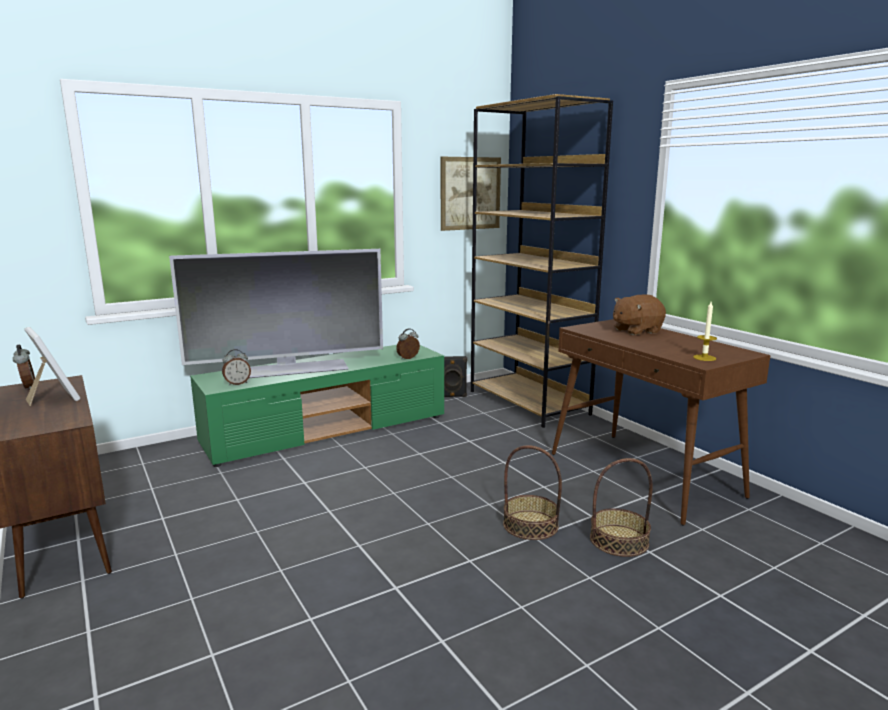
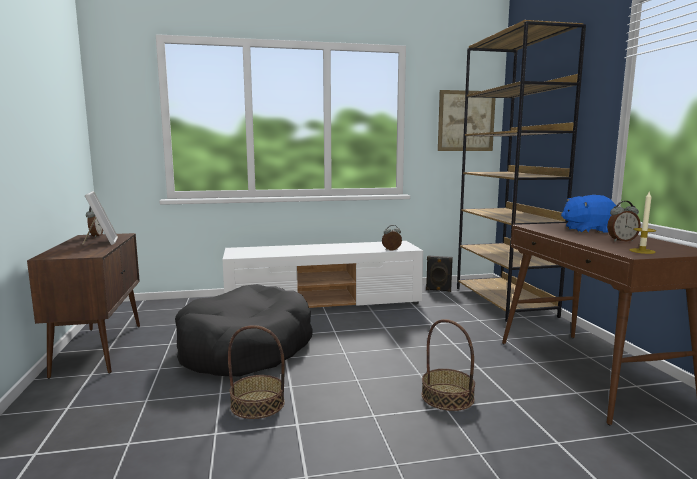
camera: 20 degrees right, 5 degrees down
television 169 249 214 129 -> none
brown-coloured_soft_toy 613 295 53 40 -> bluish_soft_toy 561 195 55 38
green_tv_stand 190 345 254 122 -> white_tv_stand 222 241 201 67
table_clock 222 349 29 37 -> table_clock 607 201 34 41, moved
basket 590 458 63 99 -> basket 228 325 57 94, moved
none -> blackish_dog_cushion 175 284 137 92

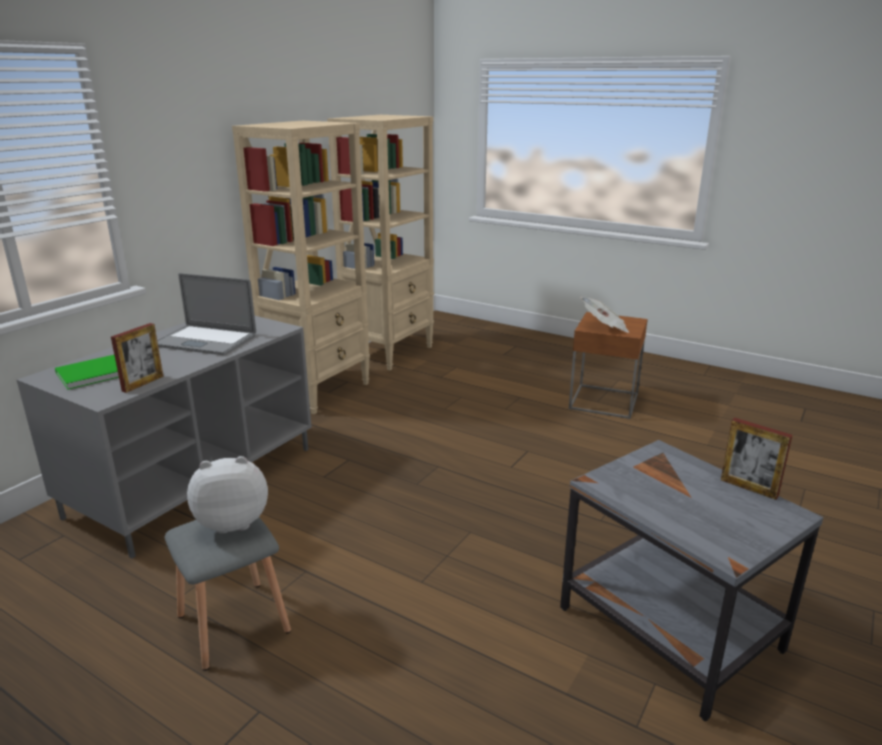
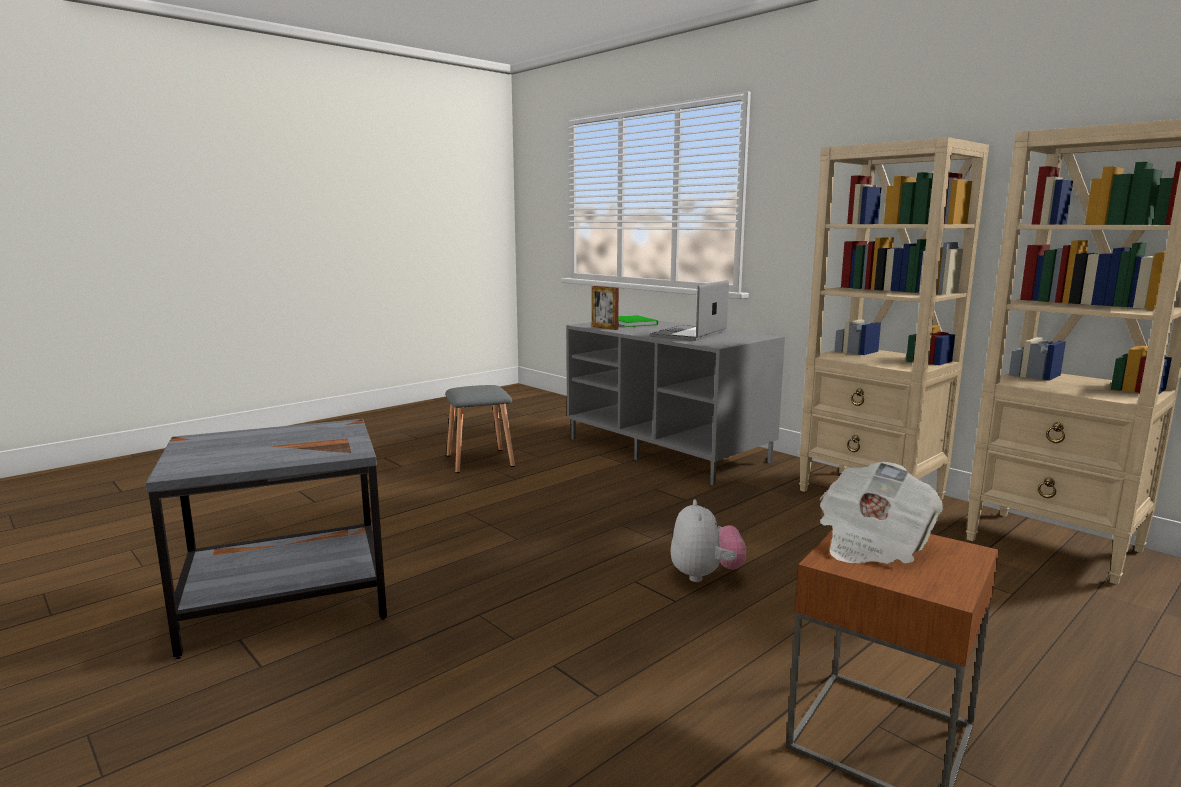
camera: 105 degrees right, 10 degrees down
standing_frame 721 418 72 82 -> none
soft_toy 187 456 81 78 -> soft_toy 671 499 75 83, moved

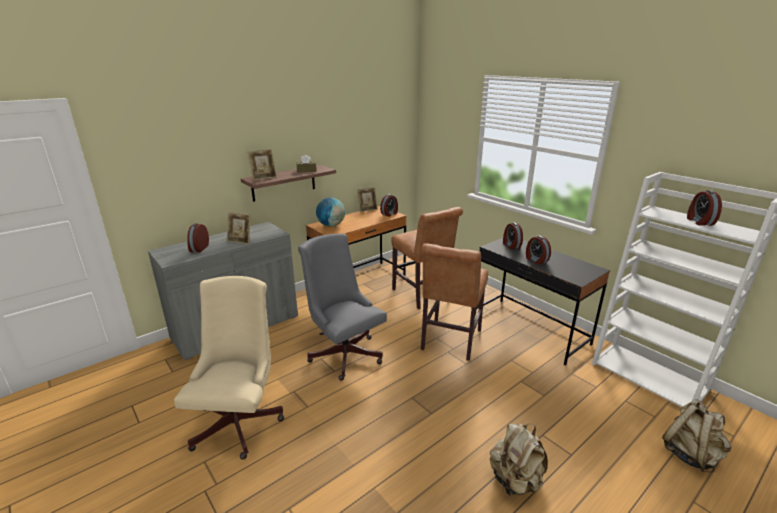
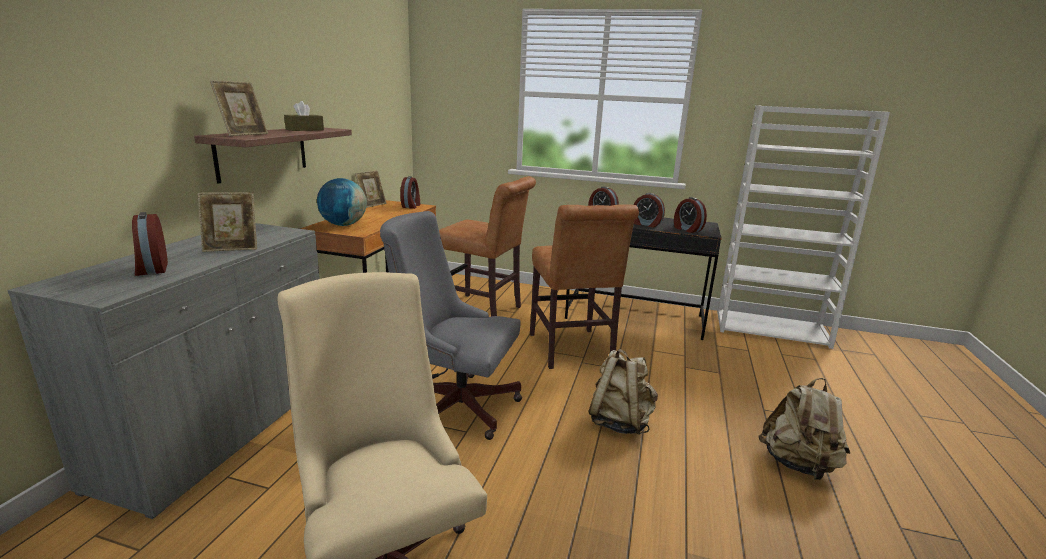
camera: 35 degrees left, 5 degrees down
table_clock 687 190 35 36 -> table_clock 674 197 33 36, moved
sand-coloured_rucksack 662 399 69 74 -> sand-coloured_rucksack 589 349 69 86, moved

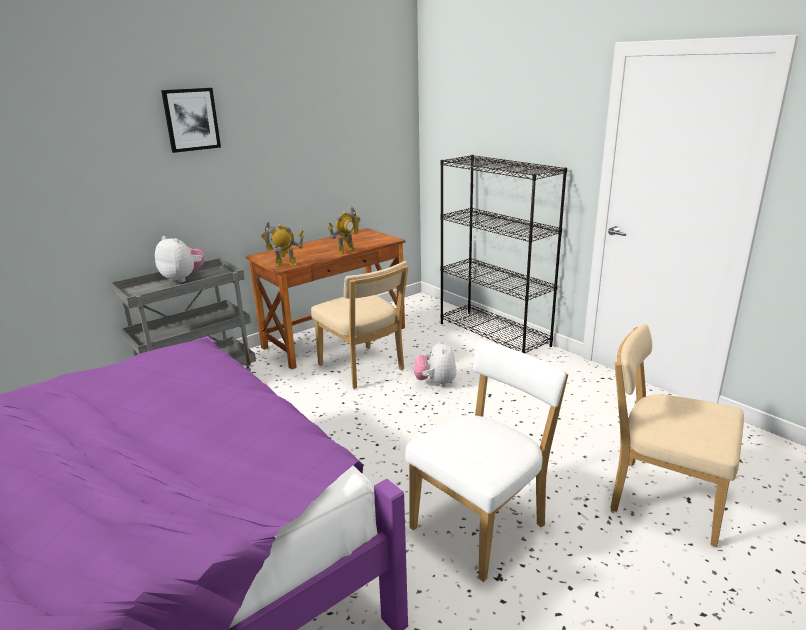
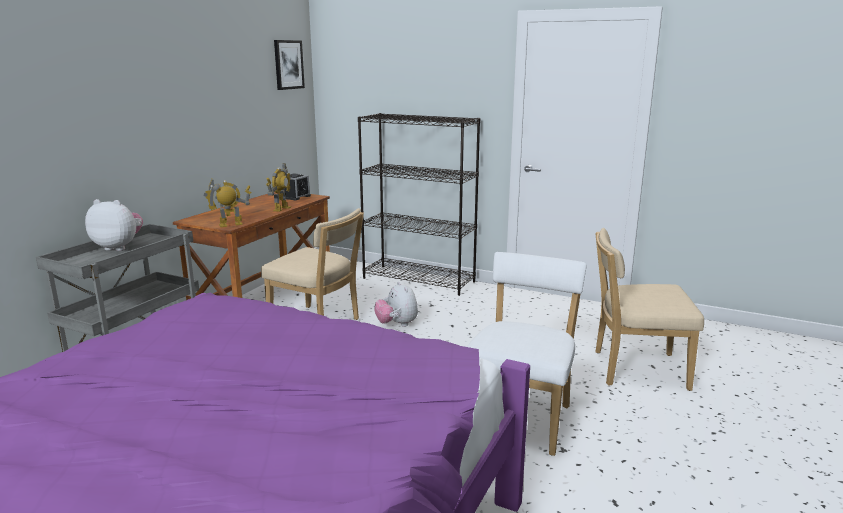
camera: 25 degrees left, 5 degrees down
picture 161 88 60 65 -> picture 274 40 31 50, moved
none -> table_clock 284 174 27 26

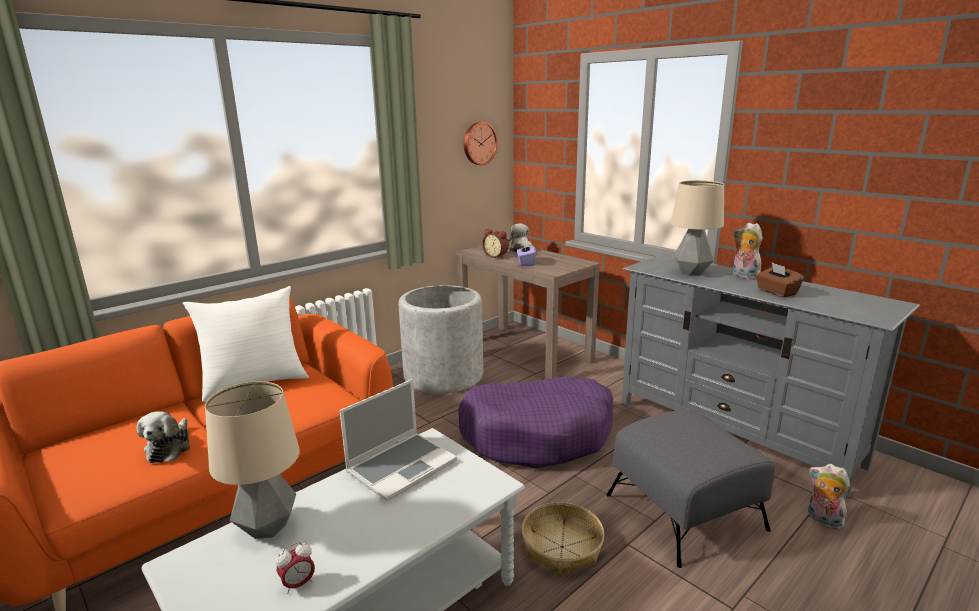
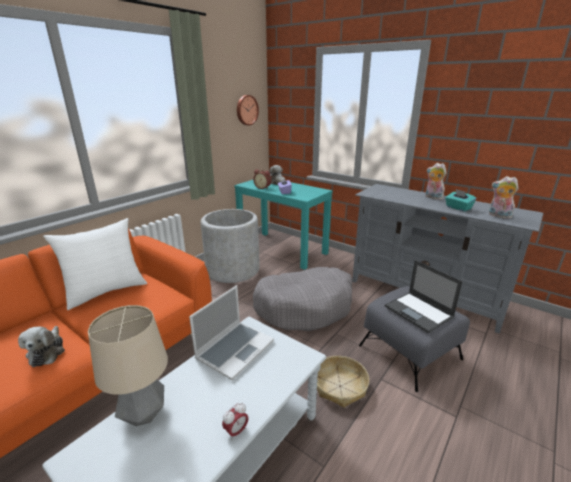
camera: 10 degrees left, 5 degrees up
table_lamp 671 180 53 96 -> none
brown-coloured_console_table 456 242 145 137 -> blue-green_console_table 234 180 99 90
brown-coloured_tissue_holder 756 263 48 34 -> blue-green_tissue_holder 445 189 31 22
purple-coloured_dog_cushion 458 376 155 92 -> grey_dog_cushion 253 267 99 64
soft_toy 808 464 42 66 -> soft_toy 489 176 30 43, moved
table_clock 275 542 40 52 -> table_clock 222 403 27 37, moved
none -> notebook_computer 385 260 78 73

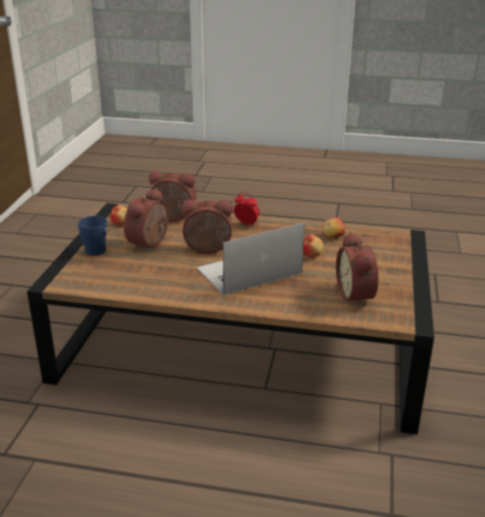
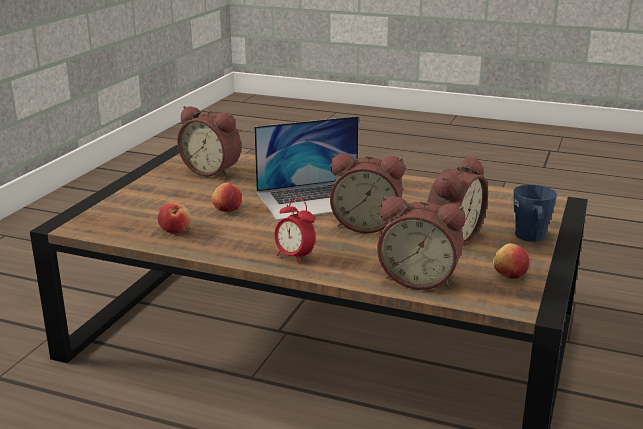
camera: 170 degrees left, 5 degrees down
table_clock 336 232 42 76 -> table_clock 177 106 64 71, 120 degrees clockwise

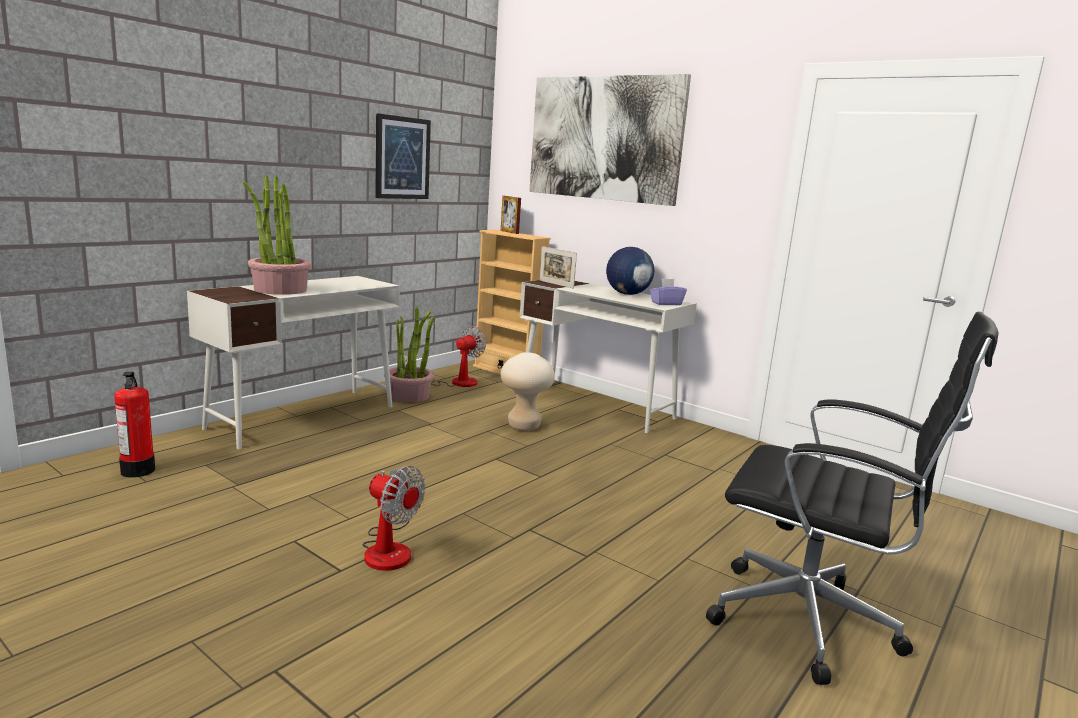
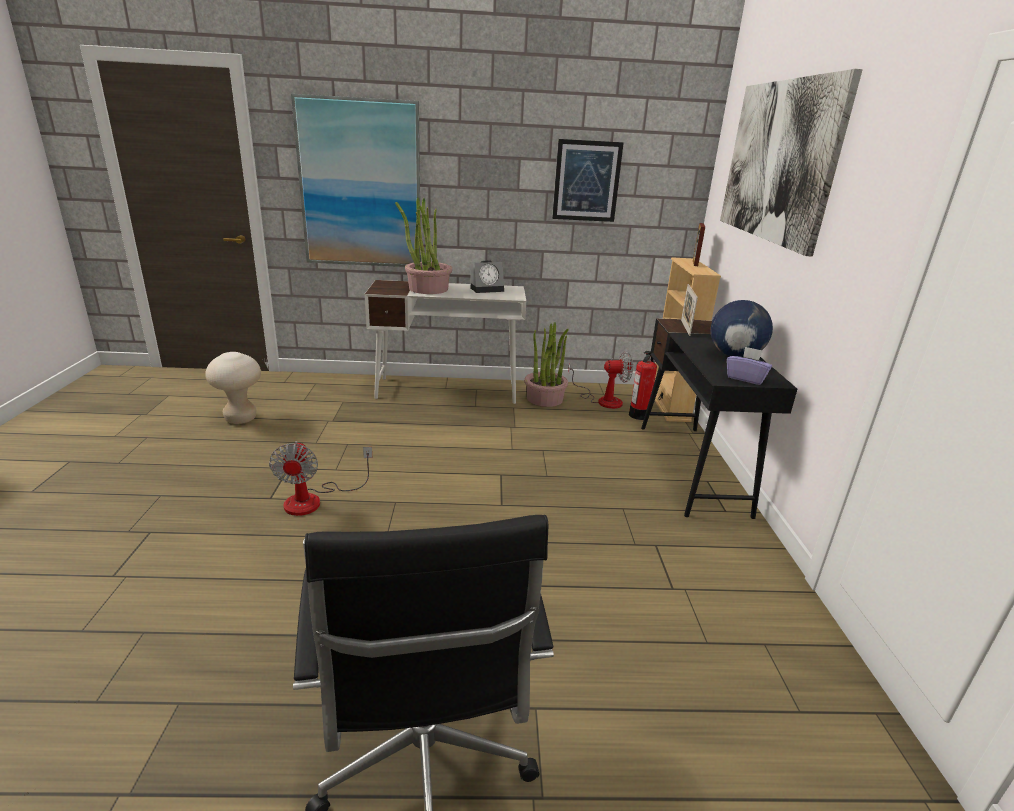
camera: 50 degrees right, 10 degrees up
white_desk_table 520 280 177 153 -> blackish_desk_table 641 318 156 201
sand-coloured_stool_seat 501 352 54 79 -> sand-coloured_stool_seat 205 352 56 72, moved
fire-fighting_cylinder 114 372 41 106 -> fire-fighting_cylinder 629 351 28 69, moved
none -> picture 291 94 130 173
none -> table_clock 470 260 34 33

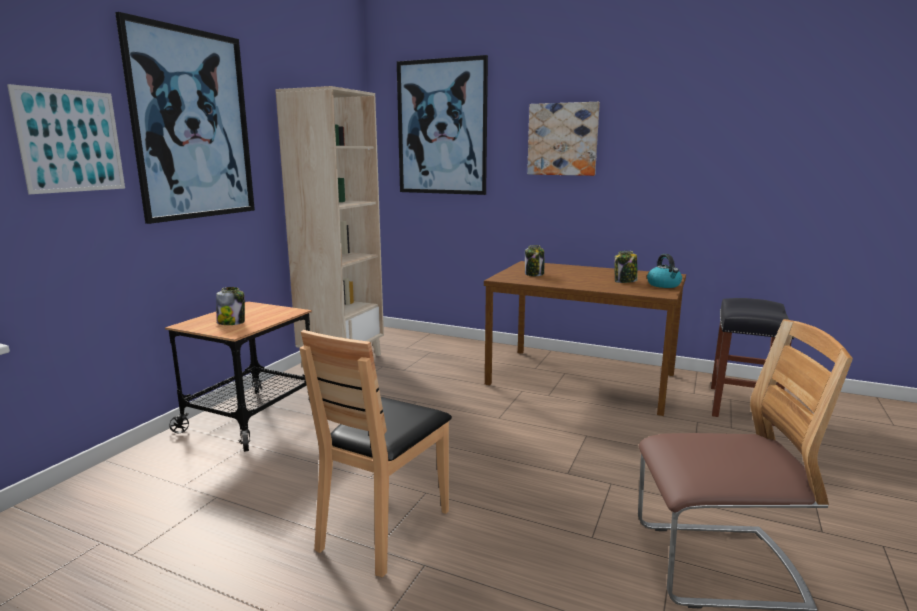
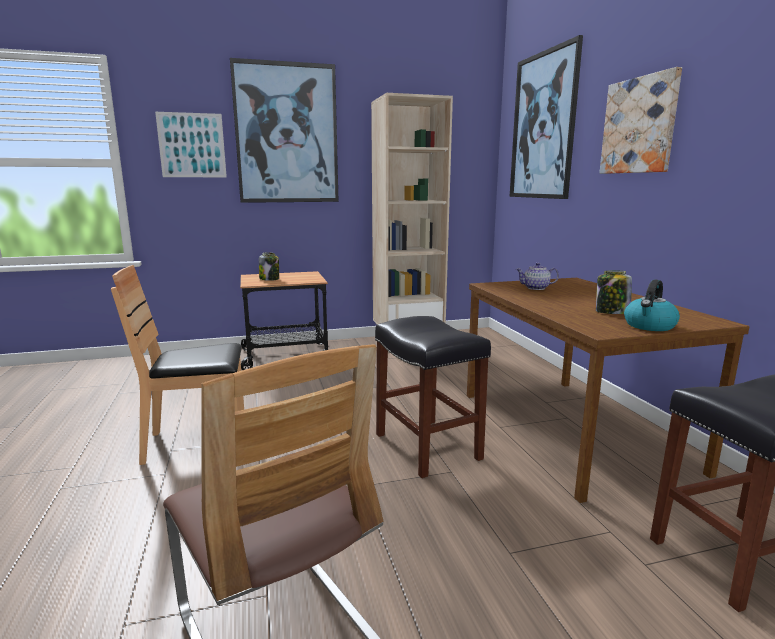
camera: 50 degrees right, 0 degrees up
storage_jar 525 245 19 31 -> pot_for_tea 516 263 43 27
none -> blackish_stool_seat 375 316 116 162

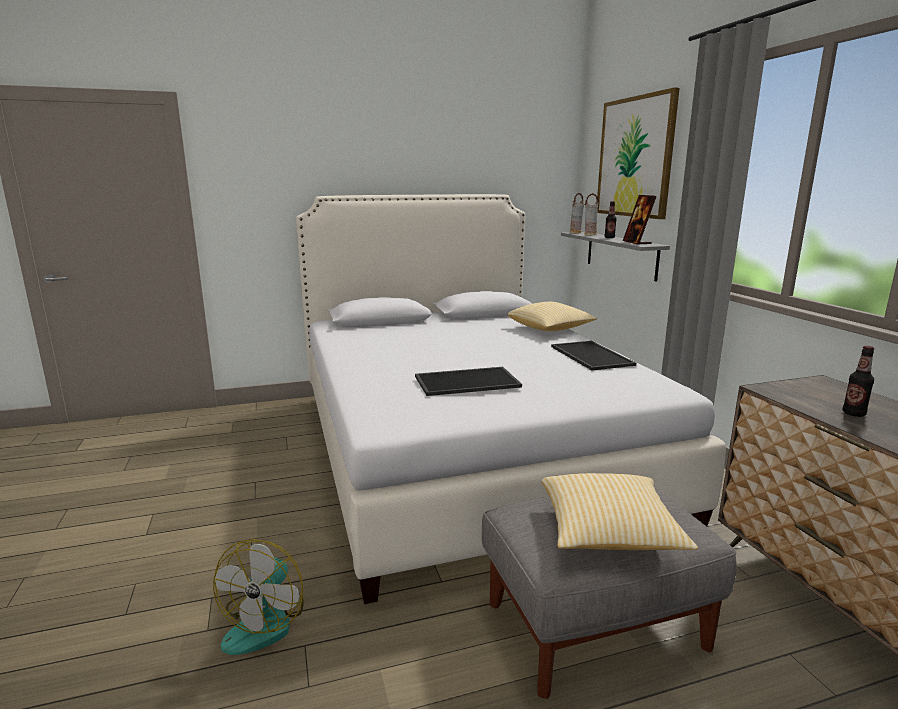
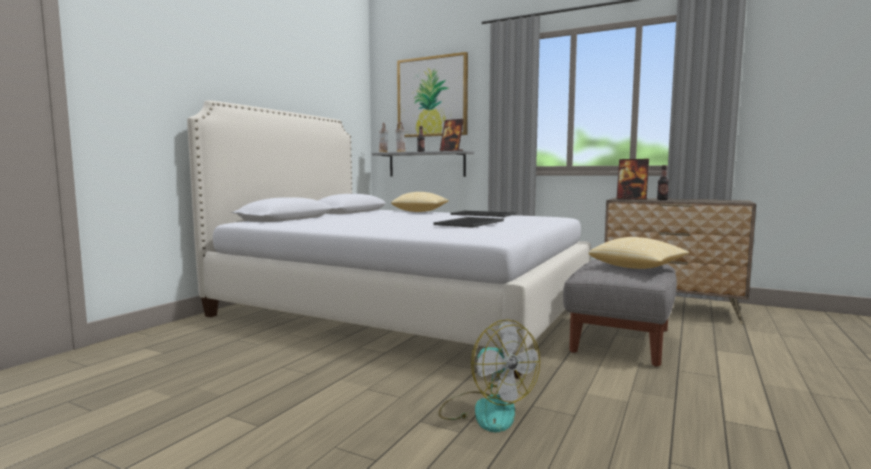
camera: 45 degrees left, 10 degrees down
none -> standing_frame 616 159 33 41

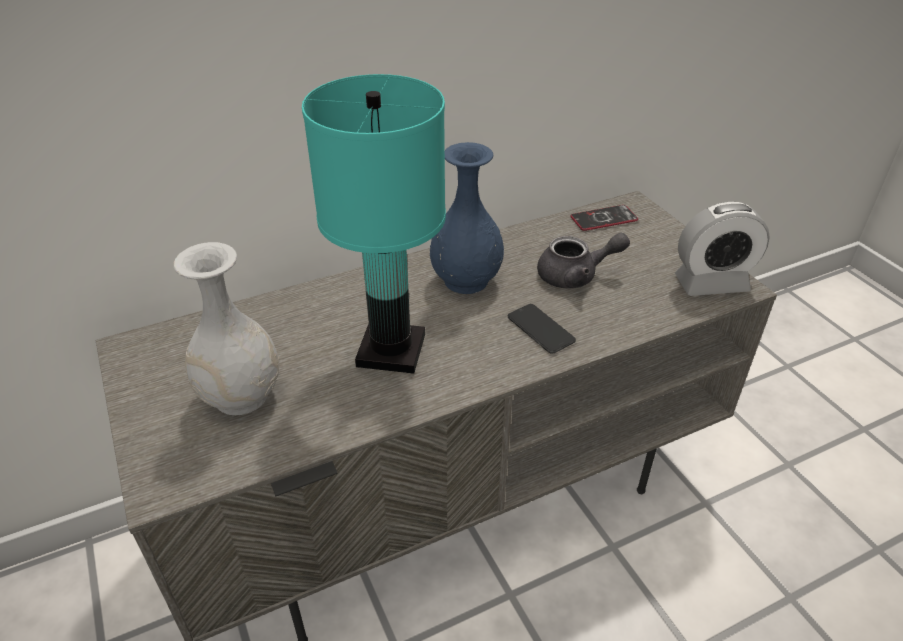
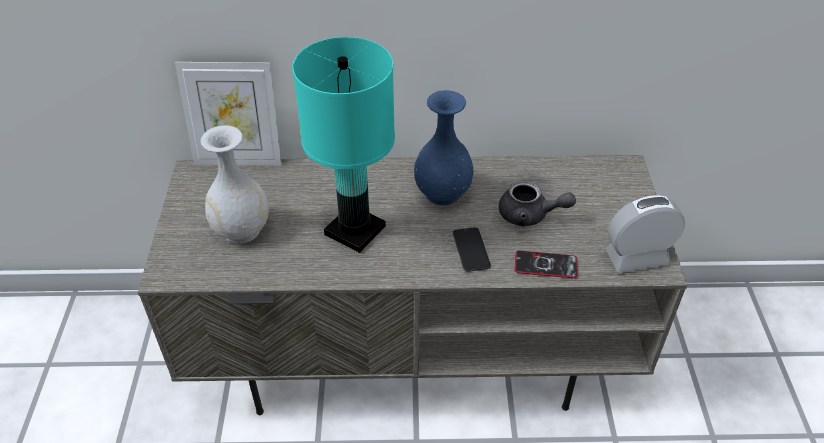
camera: 25 degrees right, 5 degrees up
table_clock 675 202 95 94 -> table_clock 605 195 80 78, 150 degrees clockwise
handset 570 205 68 26 -> handset 515 251 63 27, moved
none -> standing_frame 175 62 106 104

